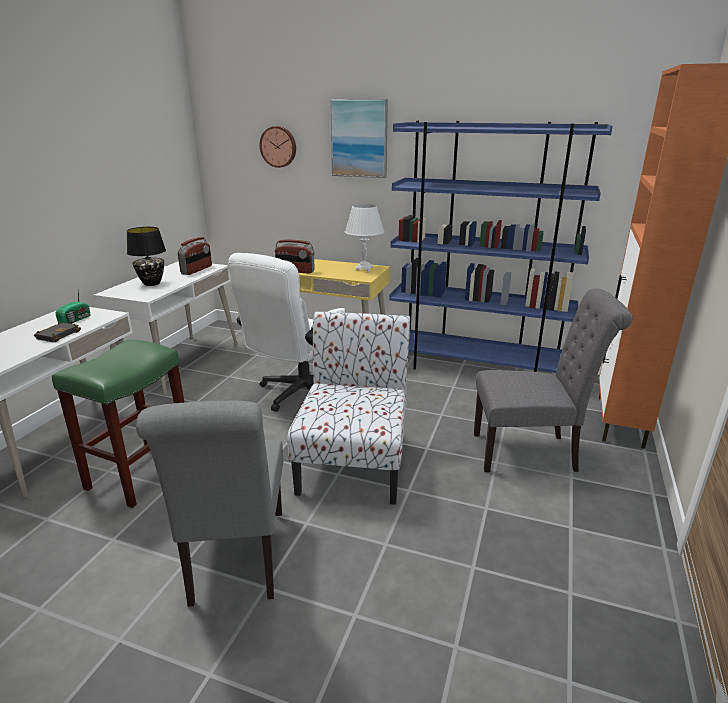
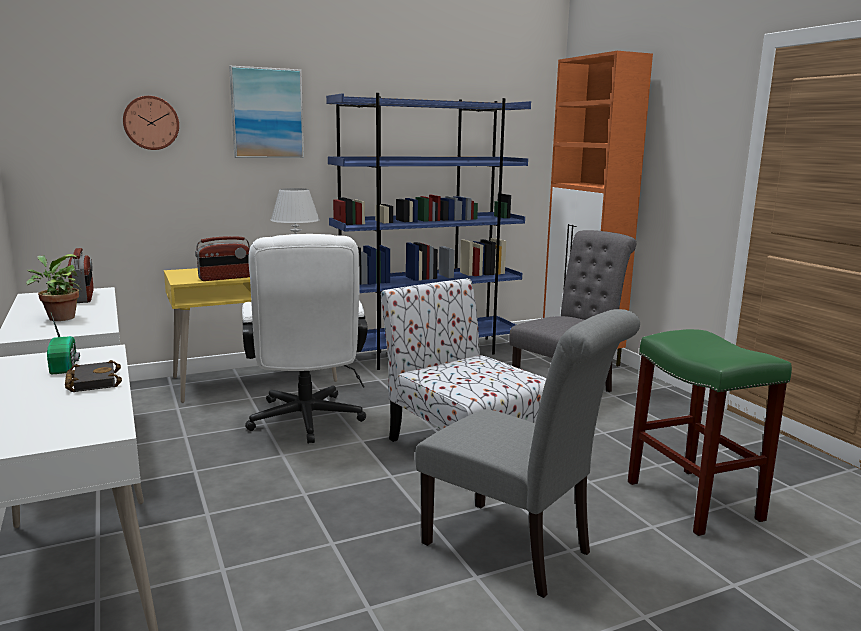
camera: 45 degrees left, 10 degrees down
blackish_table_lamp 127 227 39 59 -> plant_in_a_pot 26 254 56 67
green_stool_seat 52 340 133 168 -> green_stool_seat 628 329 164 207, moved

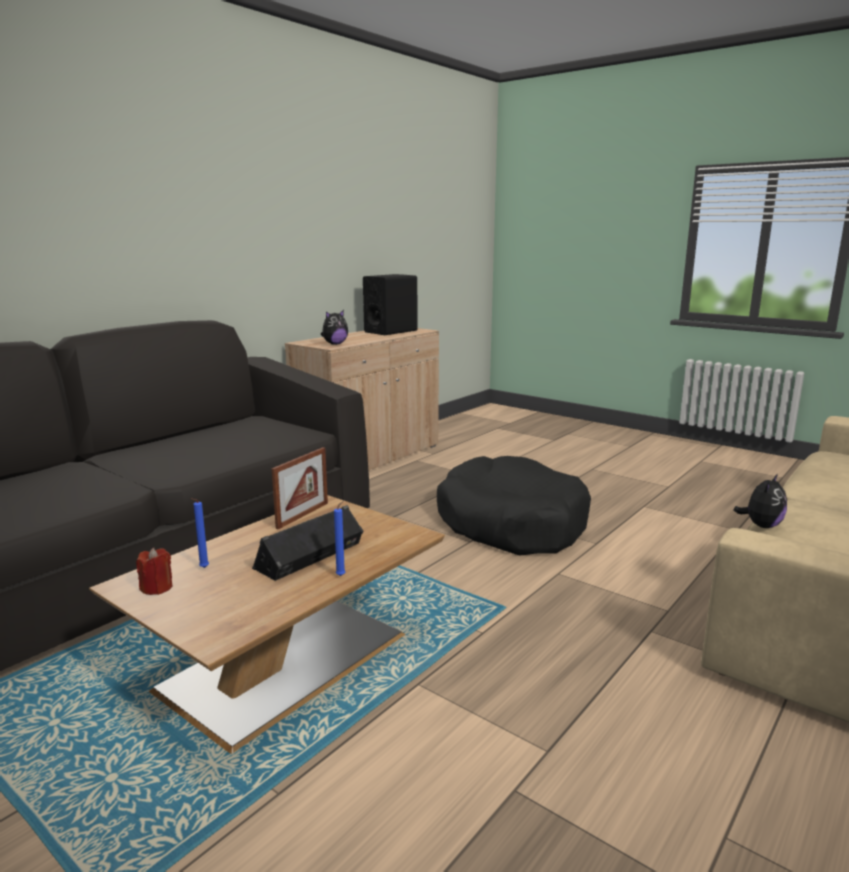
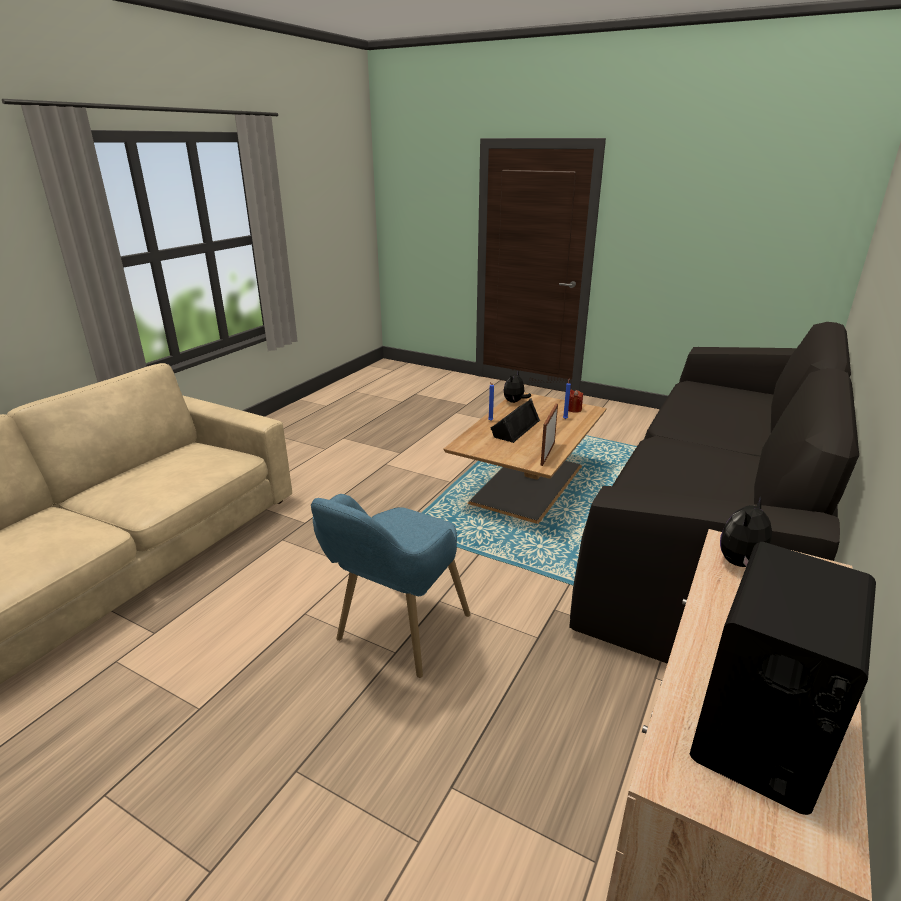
camera: 170 degrees right, 10 degrees up
blackish_dog_cushion 437 456 154 100 -> bluish_easy_chair 311 494 159 184
soft_toy 734 474 53 54 -> soft_toy 504 371 27 32, moved

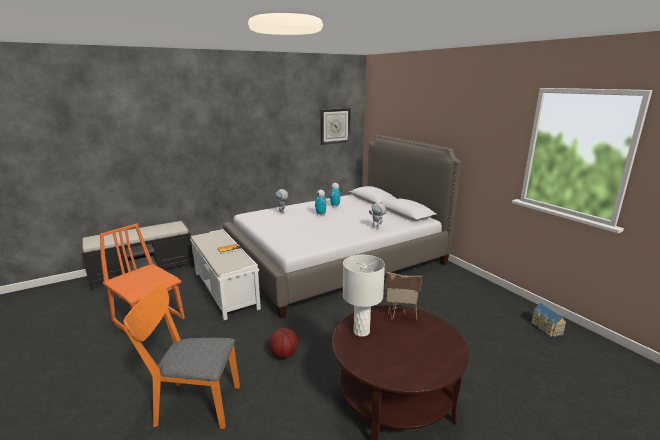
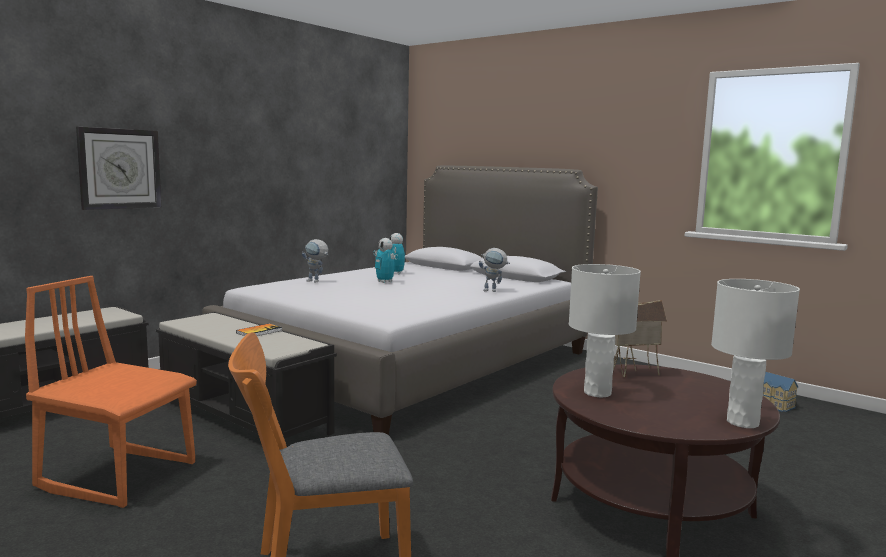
camera: 20 degrees left, 10 degrees down
wall_clock 320 108 31 37 -> wall_clock 76 127 85 83, moved
white_indoor_bench 190 229 71 91 -> blackish_indoor_bench 156 312 181 127
basketball 269 328 29 30 -> none
none -> white_table_lamp 711 279 89 149

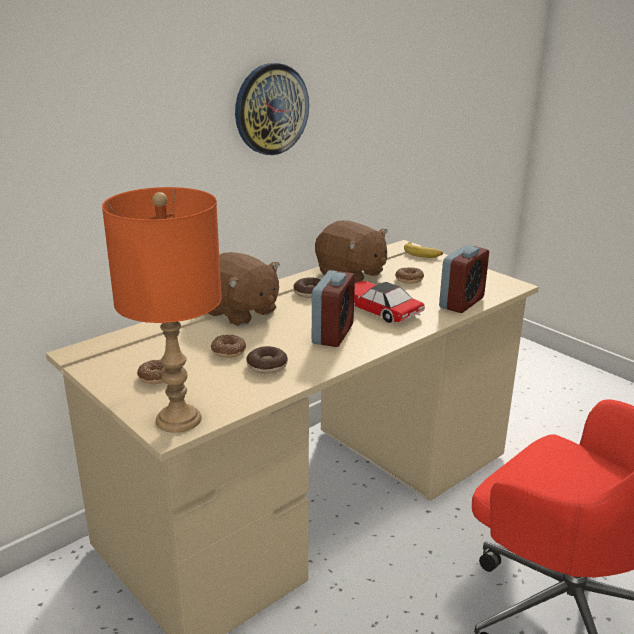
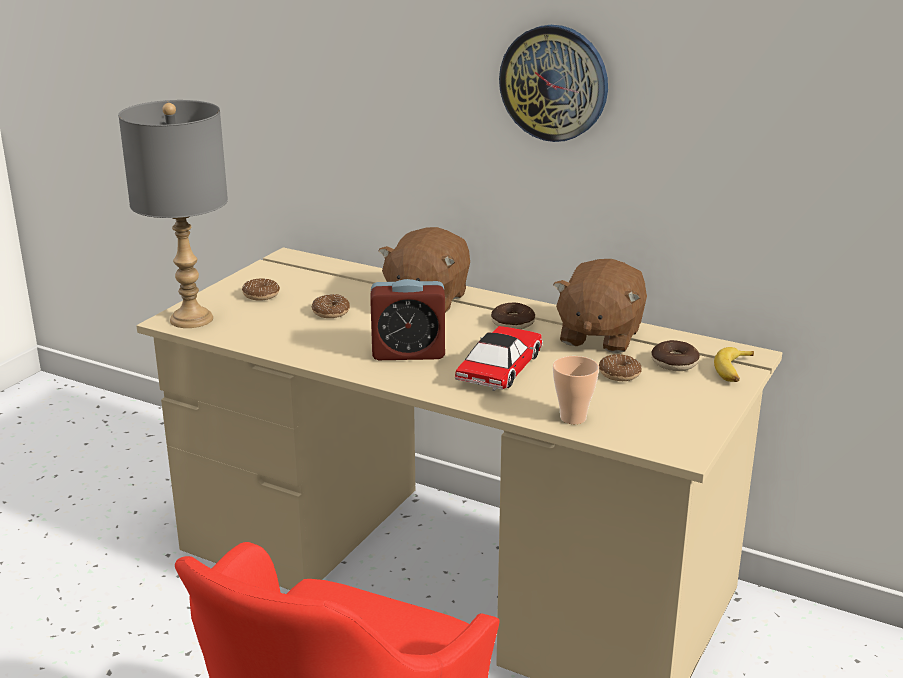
camera: 70 degrees right, 0 degrees up
orangey_table_lamp 102 187 120 246 -> grey_table_lamp 118 100 110 228
table_clock 439 245 50 68 -> small_cup 553 356 46 68
ring_doughnut 246 346 42 28 -> ring_doughnut 651 340 49 31, moved

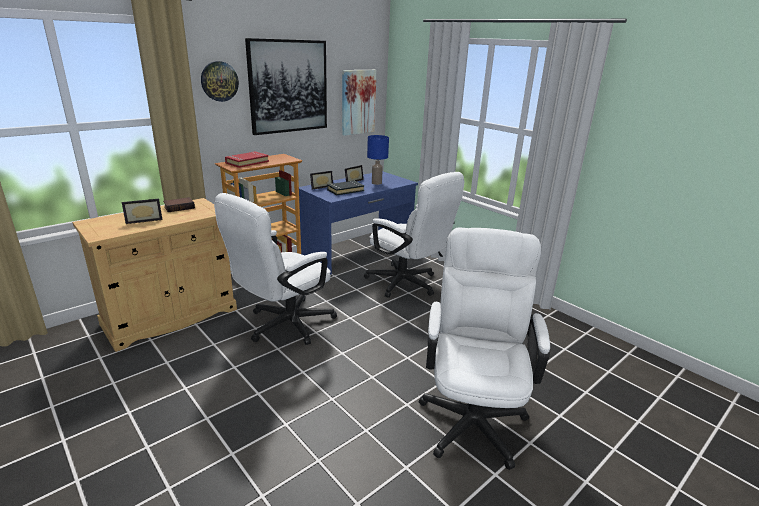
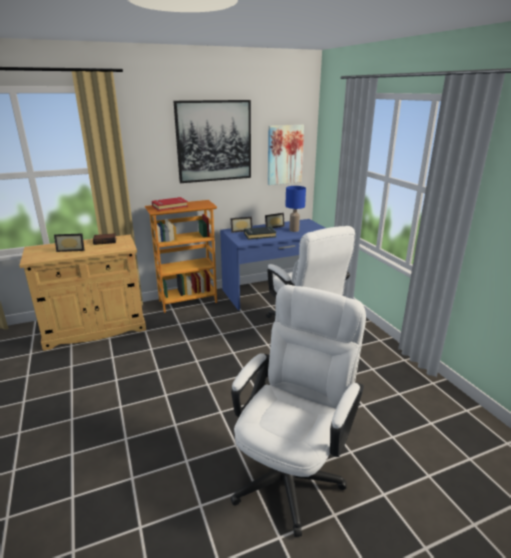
camera: 20 degrees right, 0 degrees up
wall_clock 201 61 38 41 -> none
white_computer_chair 214 193 123 152 -> none

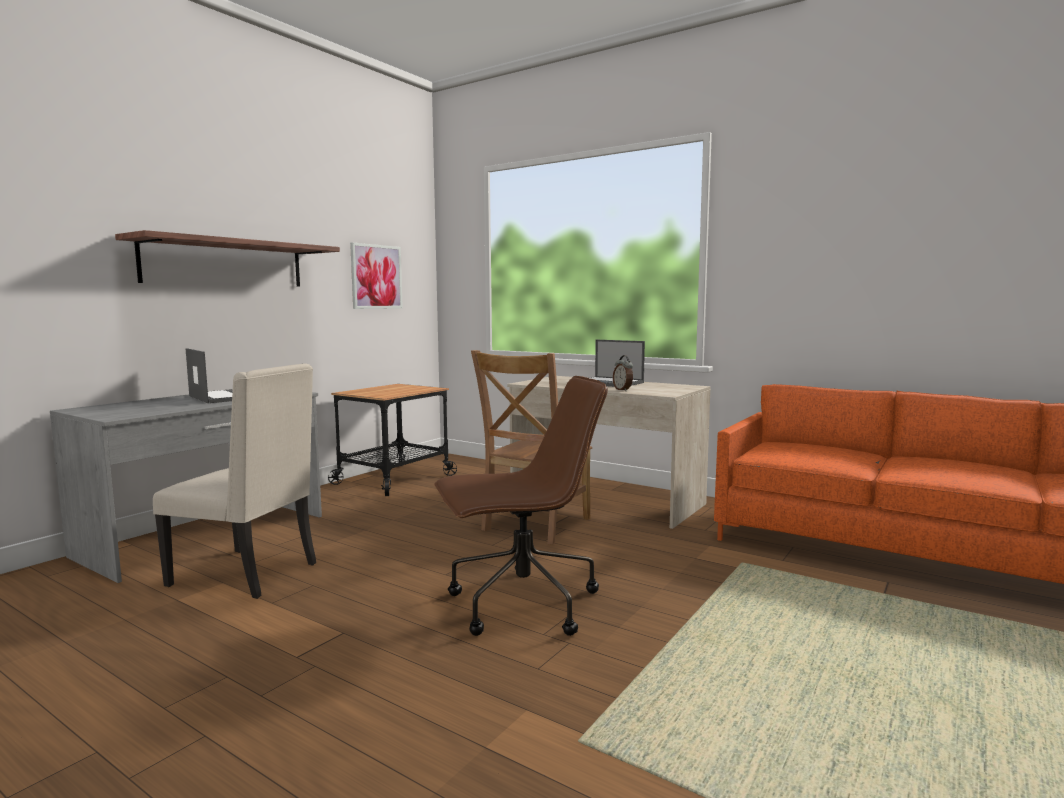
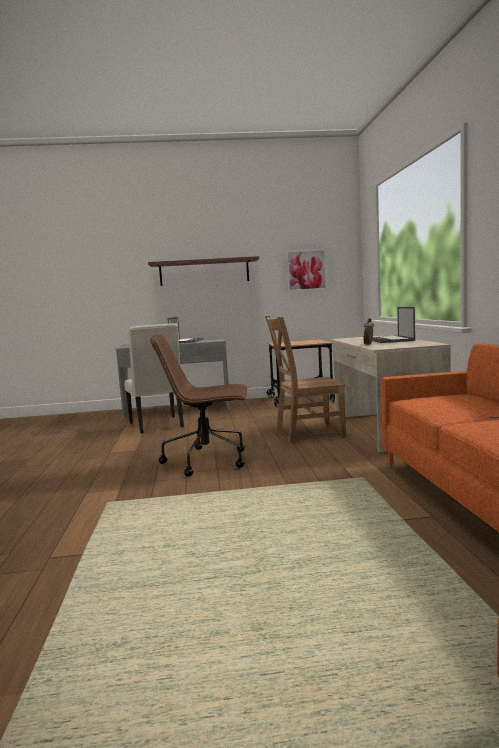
camera: 50 degrees right, 0 degrees up
brown-coloured_computer_chair 434 376 174 260 -> brown-coloured_computer_chair 150 334 97 143, 150 degrees clockwise

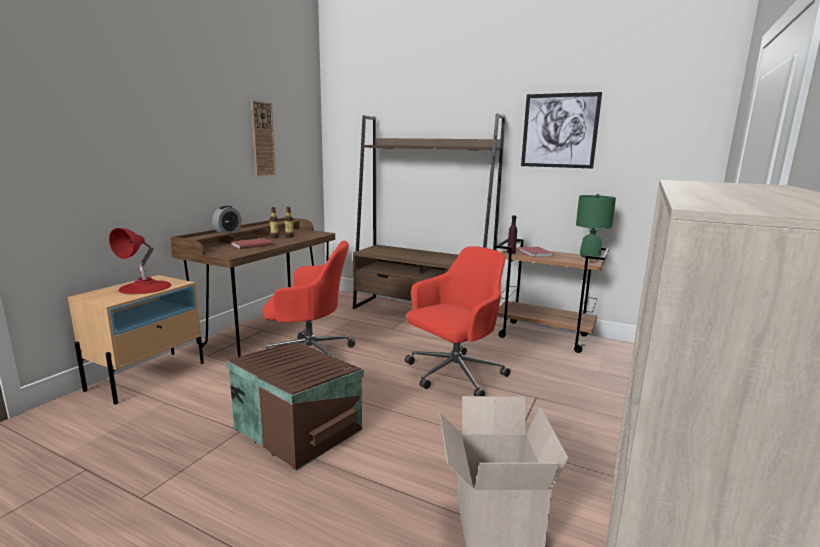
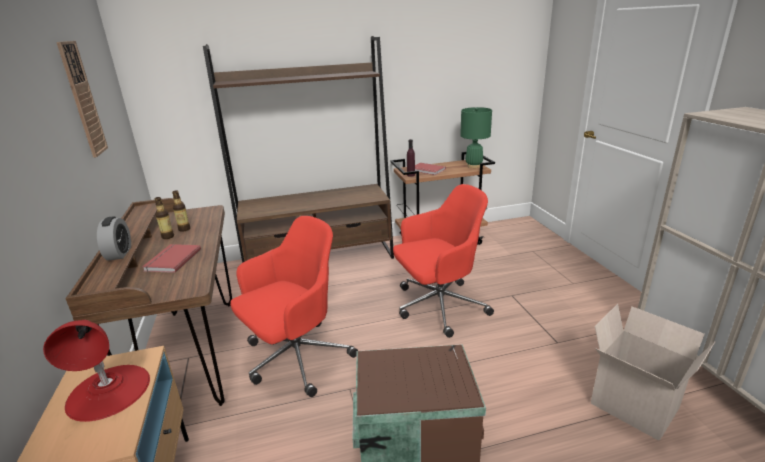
camera: 40 degrees left, 10 degrees up
picture 521 92 81 77 -> none
red-coloured_computer_chair 405 246 105 150 -> red-coloured_computer_chair 393 184 101 154, 60 degrees clockwise

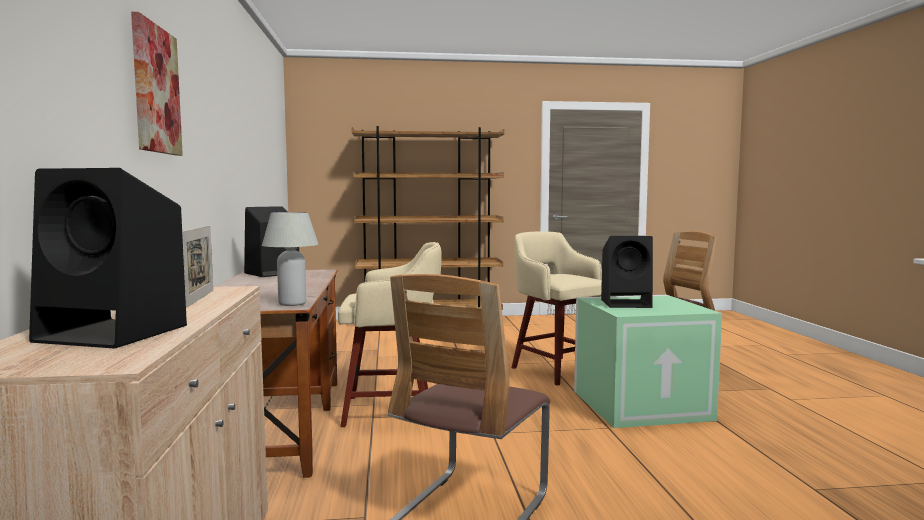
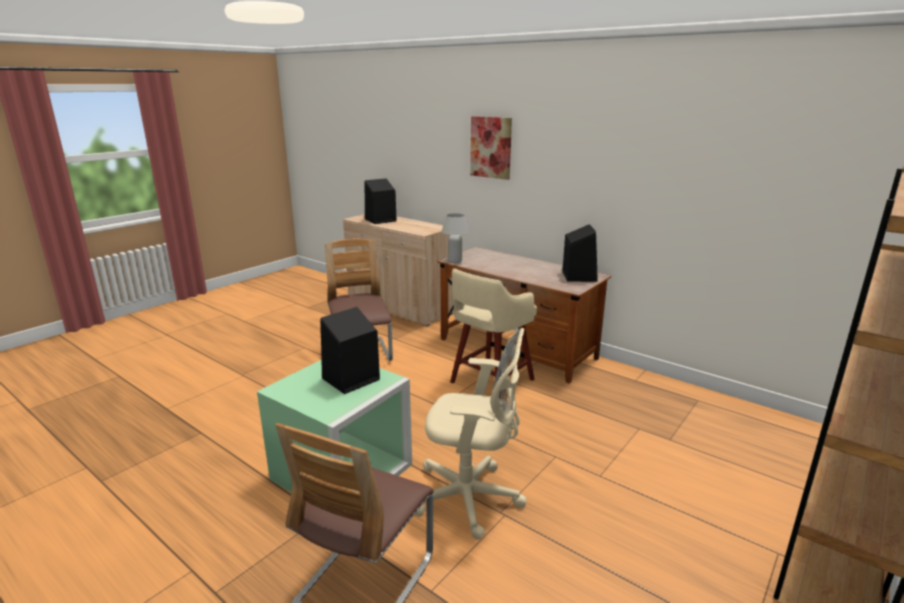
camera: 135 degrees right, 15 degrees up
standing_frame 182 225 31 83 -> none
sand-coloured_stool_seat 511 231 91 155 -> sand-coloured_computer_chair 415 328 112 212

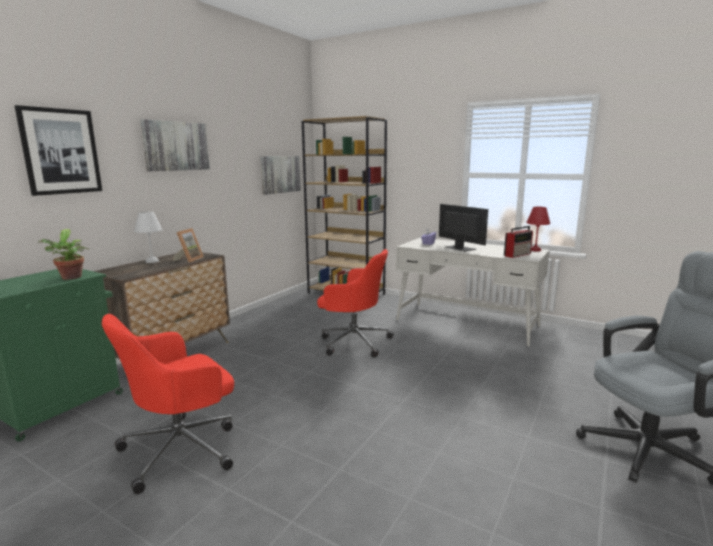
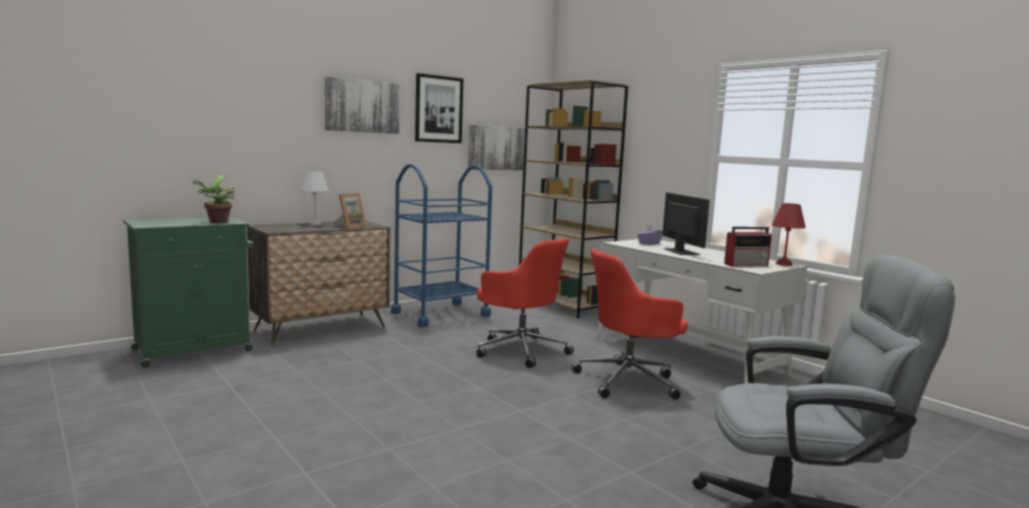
camera: 20 degrees right, 5 degrees down
picture 15 105 87 91 -> picture 415 73 48 70, moved
red-coloured_computer_chair 102 314 132 180 -> red-coloured_computer_chair 571 249 117 151, moved
none -> bluish_cart 391 164 101 163

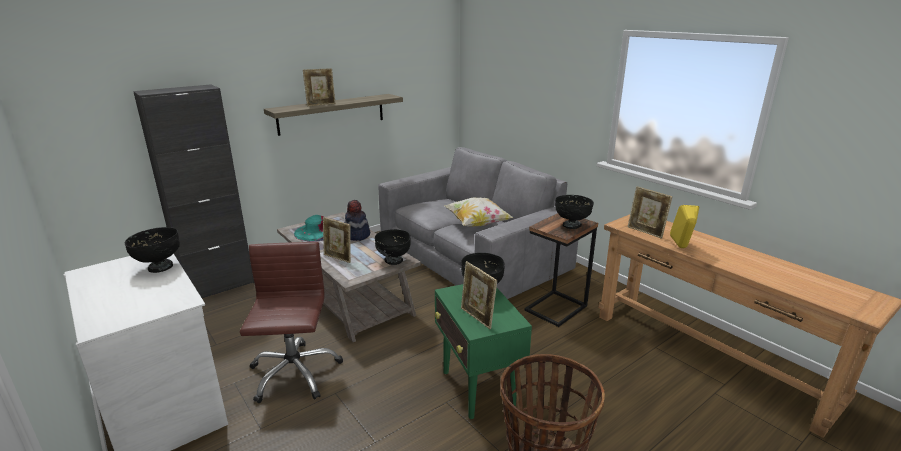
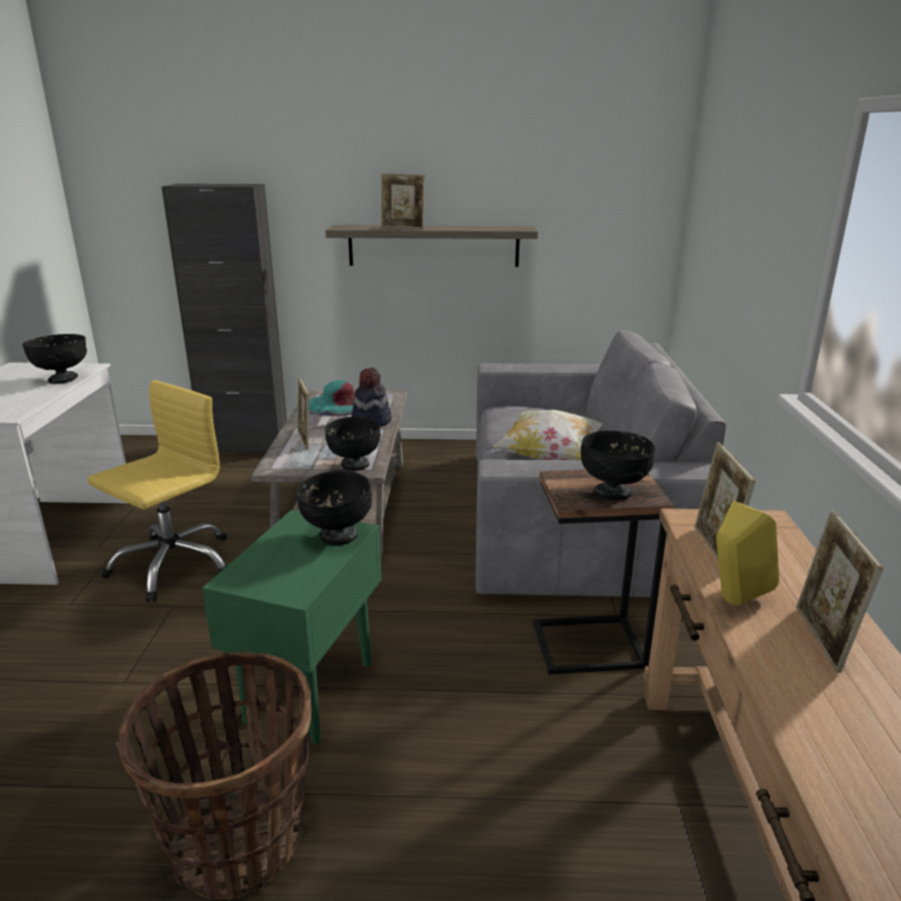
camera: 40 degrees right, 0 degrees up
brown-coloured_computer_chair 240 242 103 161 -> yellowish_computer_chair 88 380 139 222
standing_frame 461 261 36 68 -> standing_frame 796 510 87 163, moved

